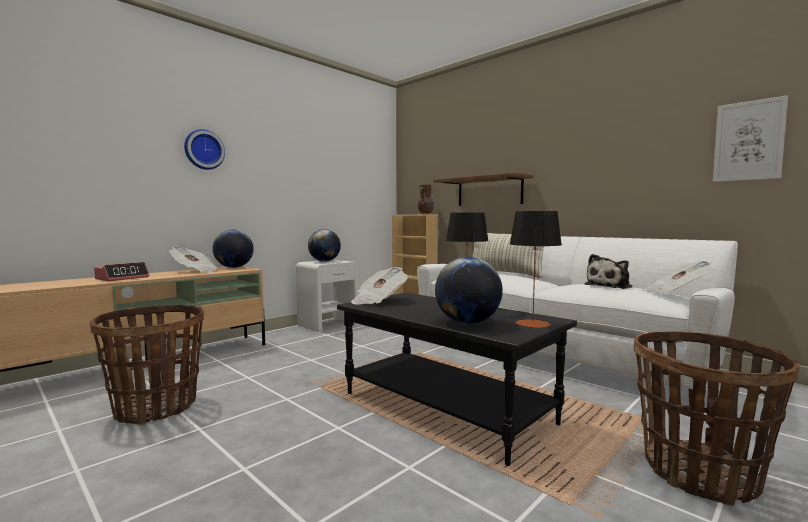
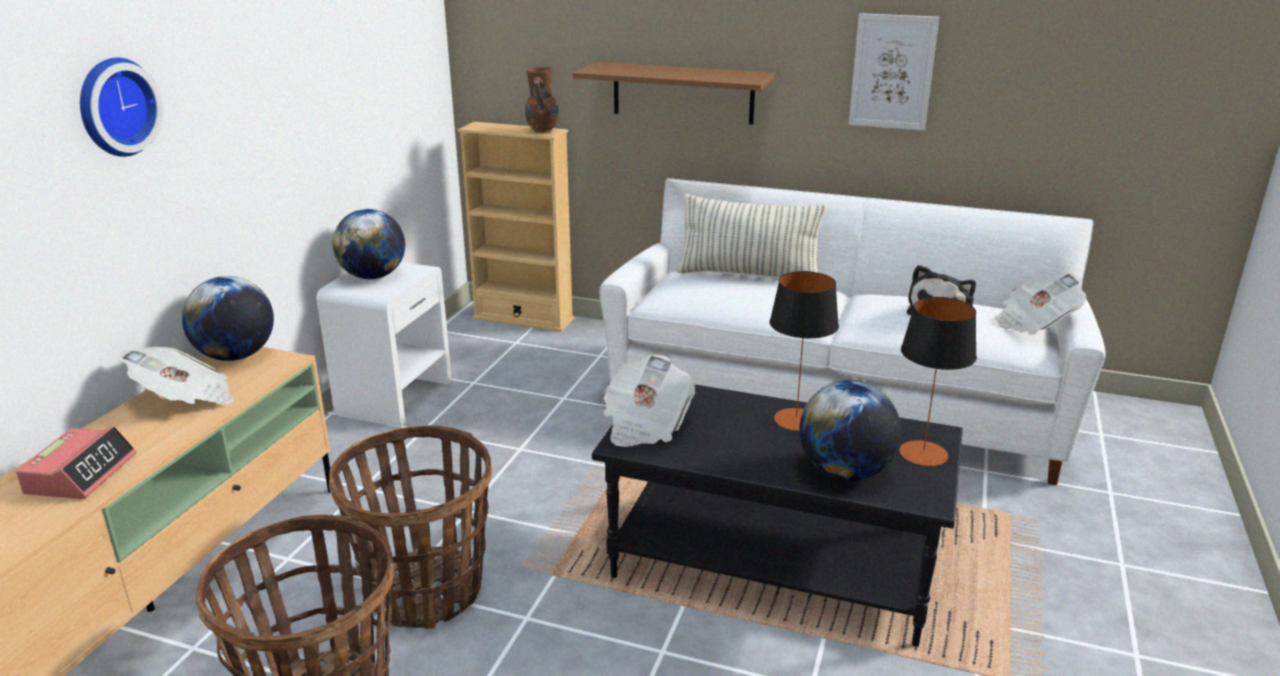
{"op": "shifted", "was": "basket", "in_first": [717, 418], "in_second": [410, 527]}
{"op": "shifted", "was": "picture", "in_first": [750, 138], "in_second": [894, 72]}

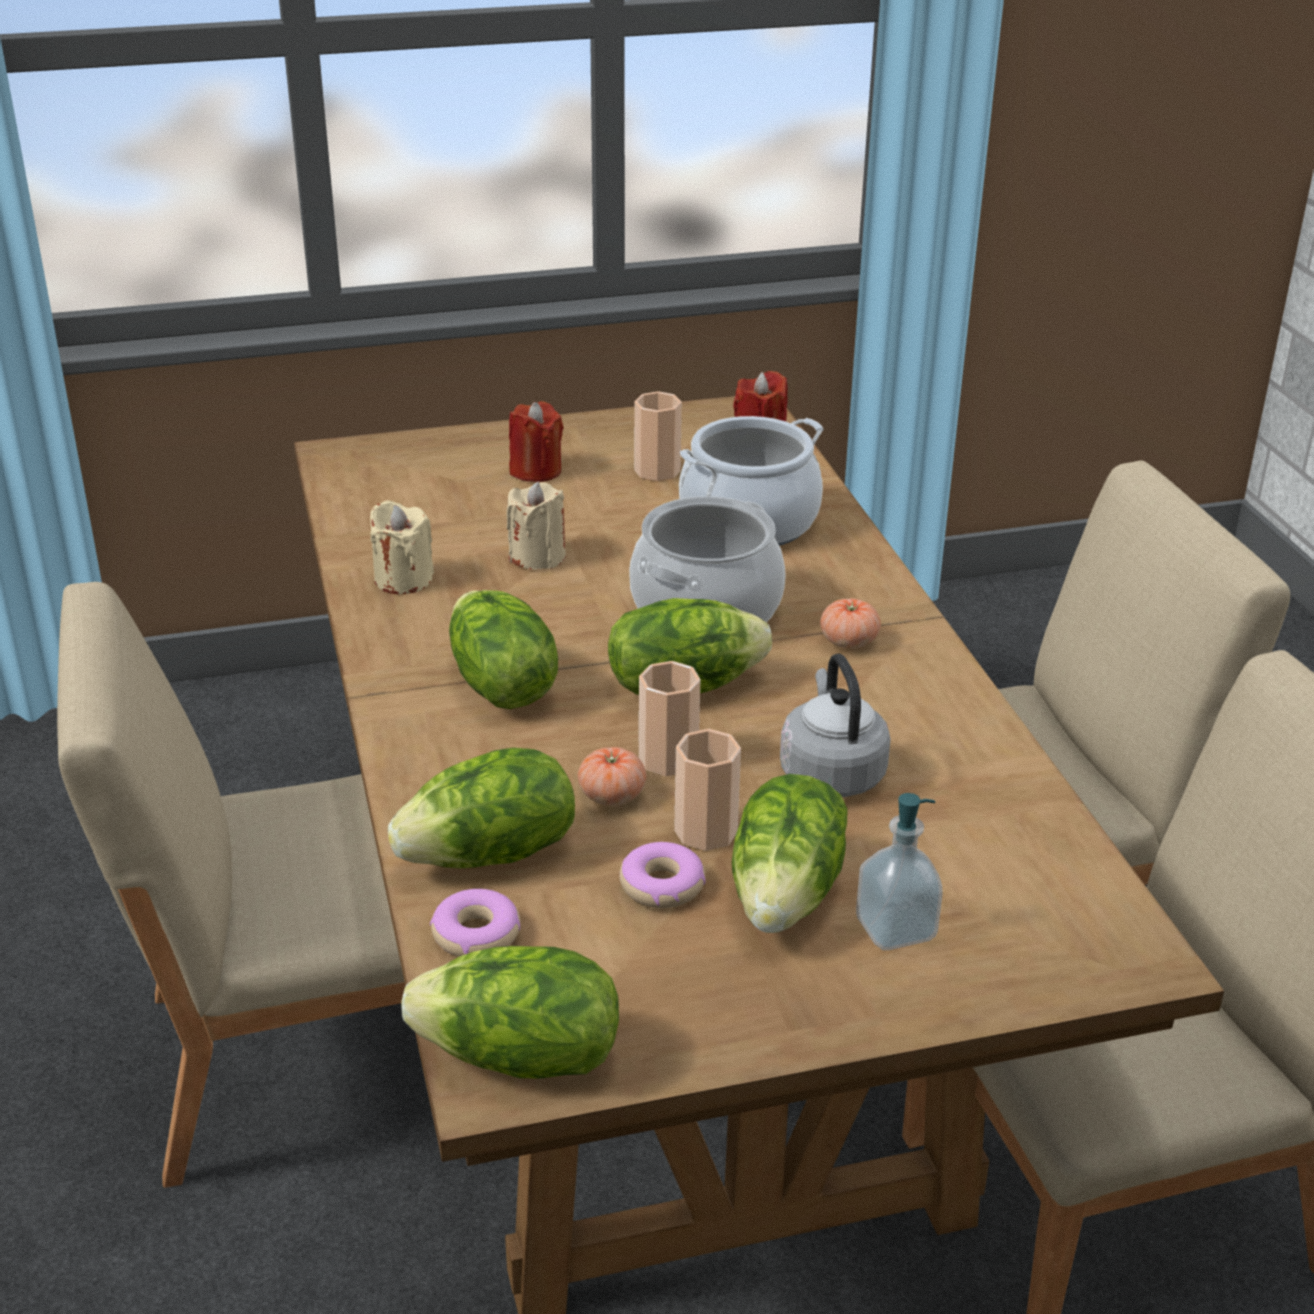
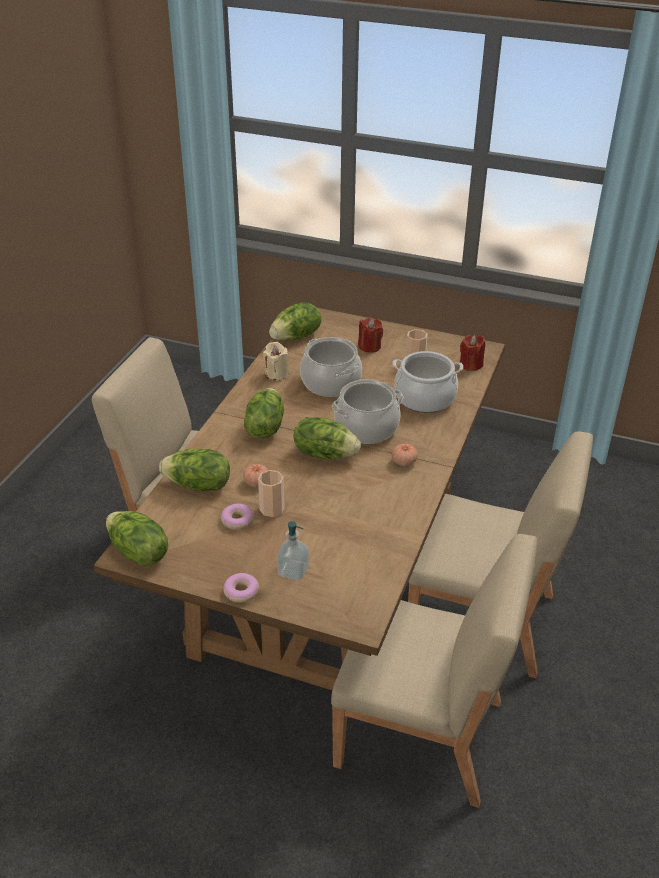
{"op": "gone", "was": "cup", "in_first": [669, 718]}
{"op": "gone", "was": "kettle (grey)", "in_first": [835, 725]}
{"op": "shifted", "was": "donut", "in_first": [475, 923], "in_second": [241, 588]}
{"op": "shifted", "was": "lettuce", "in_first": [790, 853], "in_second": [295, 321]}
{"op": "swapped", "was": "candle (beige)", "now": "cooking pot", "in_first": [536, 525], "in_second": [331, 367]}

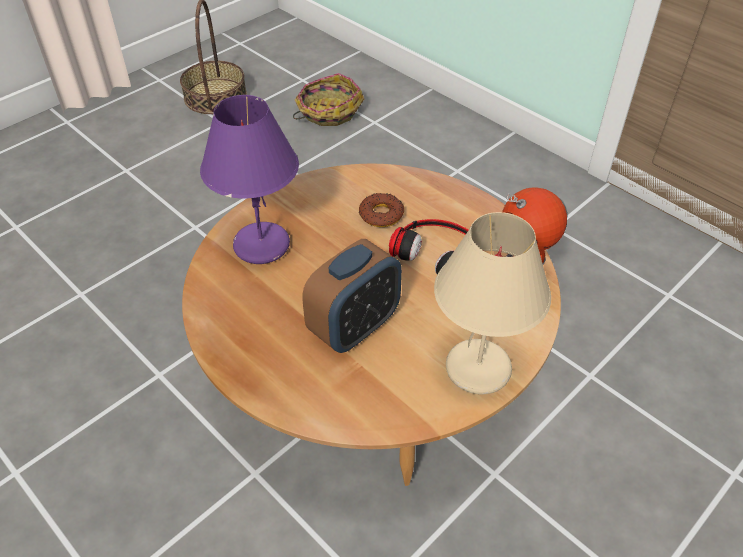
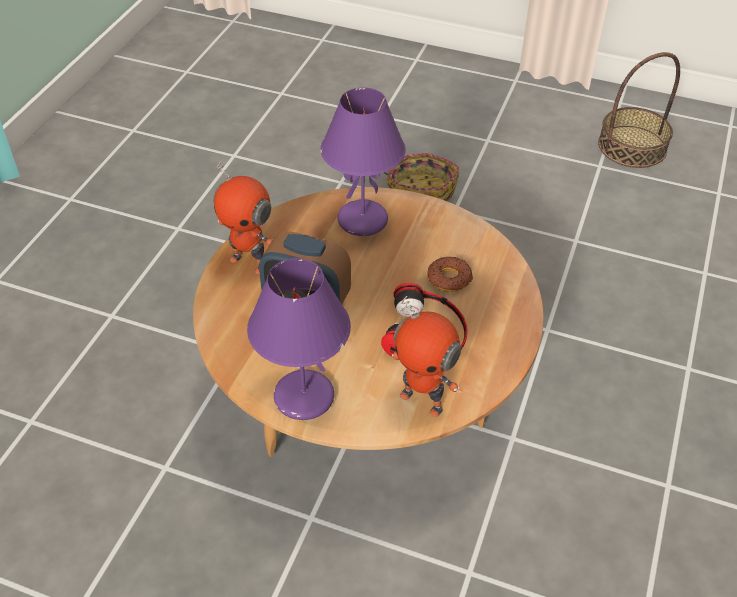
{"op": "new", "now": "toy robot", "in_second": [242, 218]}
{"op": "shifted", "was": "basket", "in_first": [328, 99], "in_second": [421, 177]}
{"op": "repainted", "was": "table lamp (beige)", "now": "table lamp (purple)", "in_first": [492, 303], "in_second": [299, 339]}

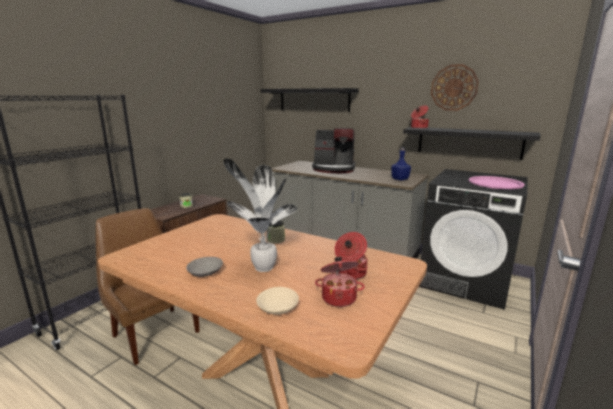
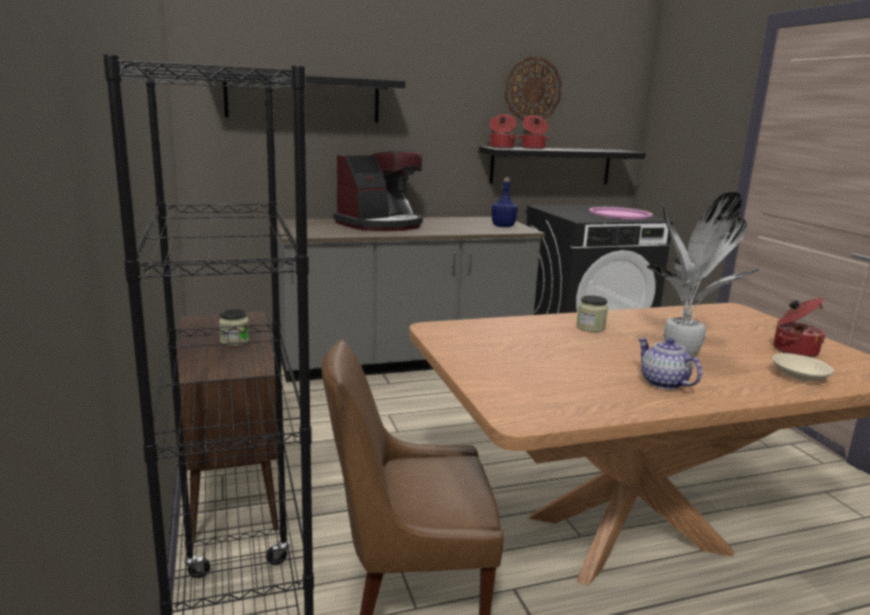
{"op": "shifted", "was": "cooking pot", "in_first": [351, 255], "in_second": [534, 132]}
{"op": "swapped", "was": "bowl (grey)", "now": "teapot", "in_first": [204, 267], "in_second": [670, 364]}

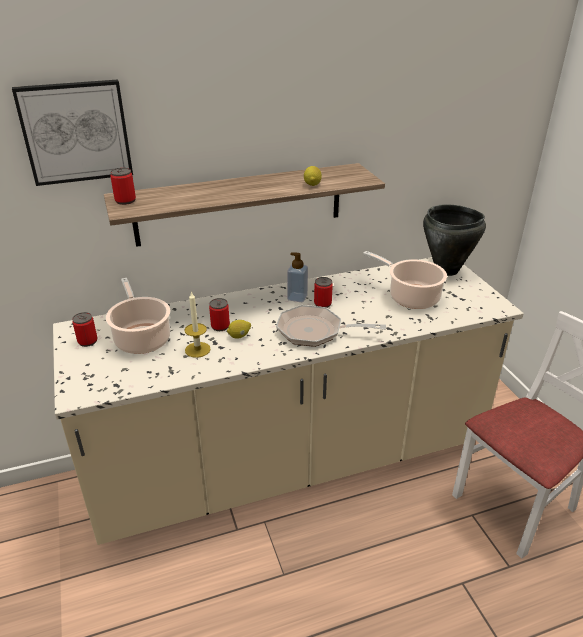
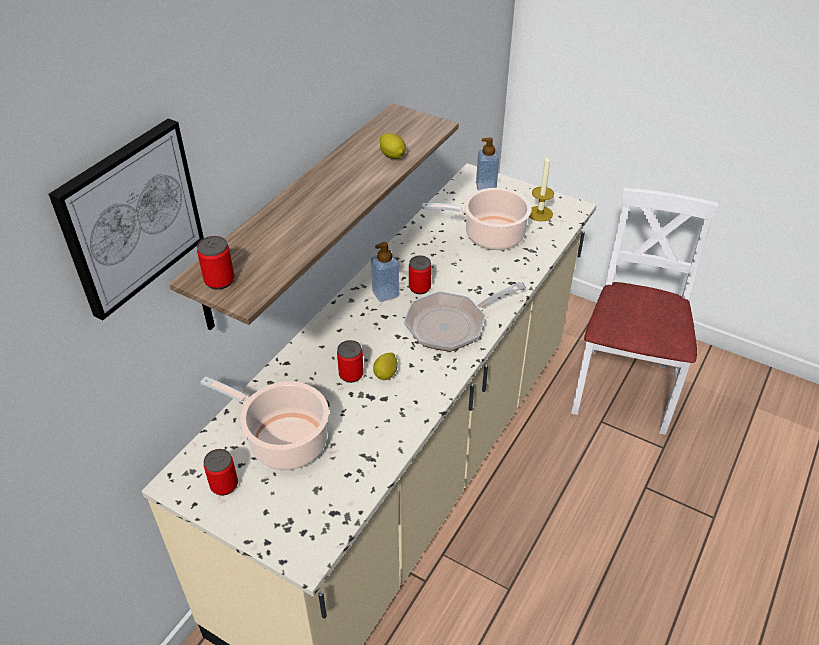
{"op": "shifted", "was": "candle", "in_first": [198, 324], "in_second": [541, 188]}
{"op": "swapped", "was": "cooking pot (black)", "now": "soap dispenser", "in_first": [454, 240], "in_second": [487, 164]}

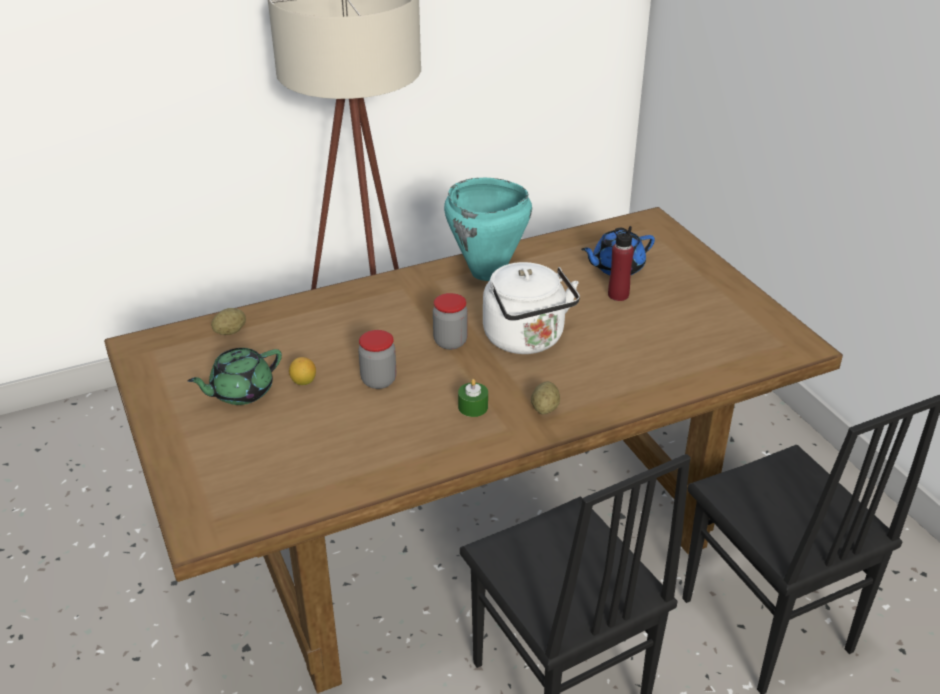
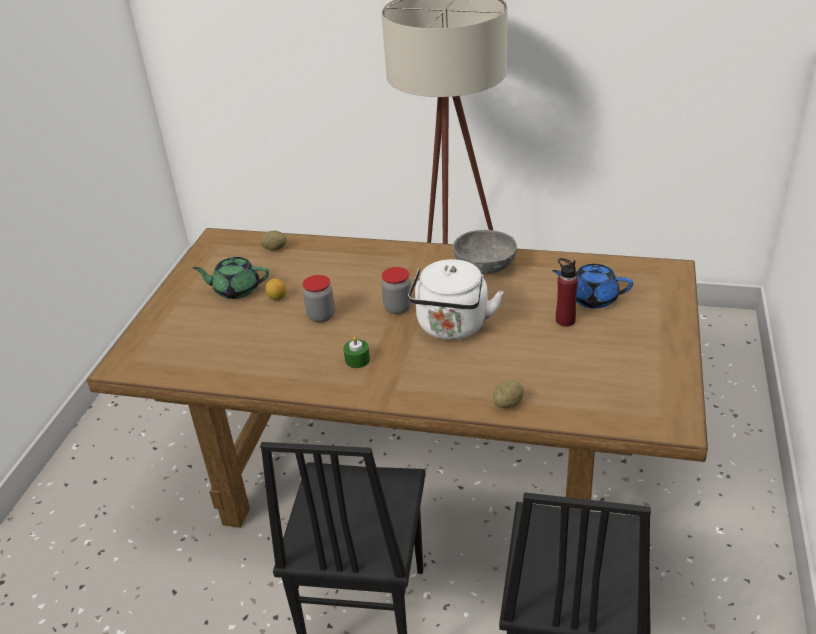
{"op": "shifted", "was": "potato", "in_first": [545, 398], "in_second": [508, 394]}
{"op": "swapped", "was": "cooking pot (turquoise)", "now": "bowl (grey)", "in_first": [488, 229], "in_second": [485, 252]}

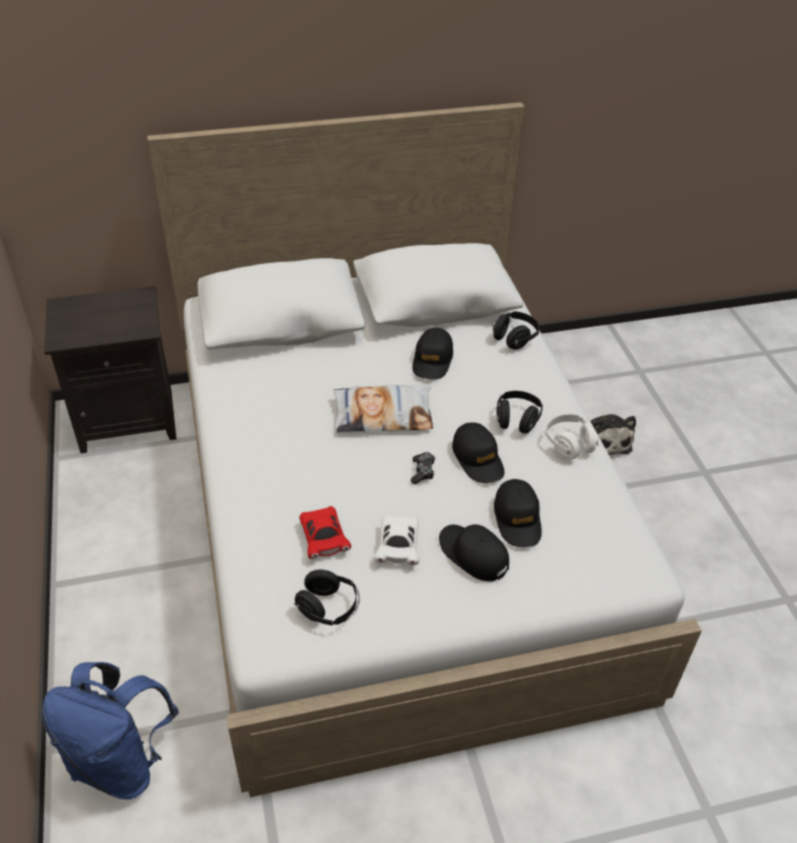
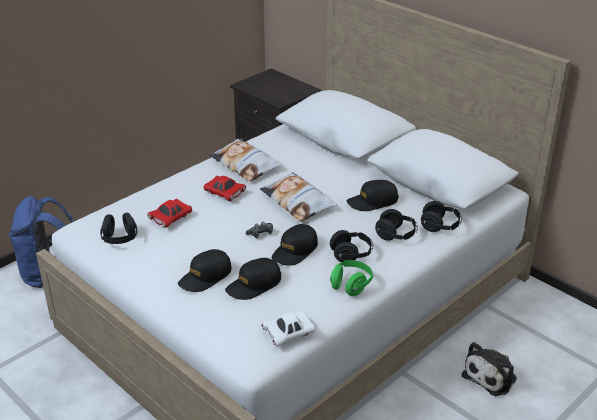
{"op": "new", "now": "toy car (red)", "in_second": [225, 188]}
{"op": "new", "now": "pillow", "in_second": [245, 160]}
{"op": "new", "now": "headphones (black)", "in_second": [396, 225]}
{"op": "shifted", "was": "toy car (white)", "in_first": [396, 540], "in_second": [288, 329]}
{"op": "repainted", "was": "headphones (white)", "now": "headphones (green)", "in_first": [571, 436], "in_second": [351, 278]}
{"op": "rotated", "was": "cap (black)", "in_first": [474, 553], "in_second": [205, 270], "clockwise": -150}

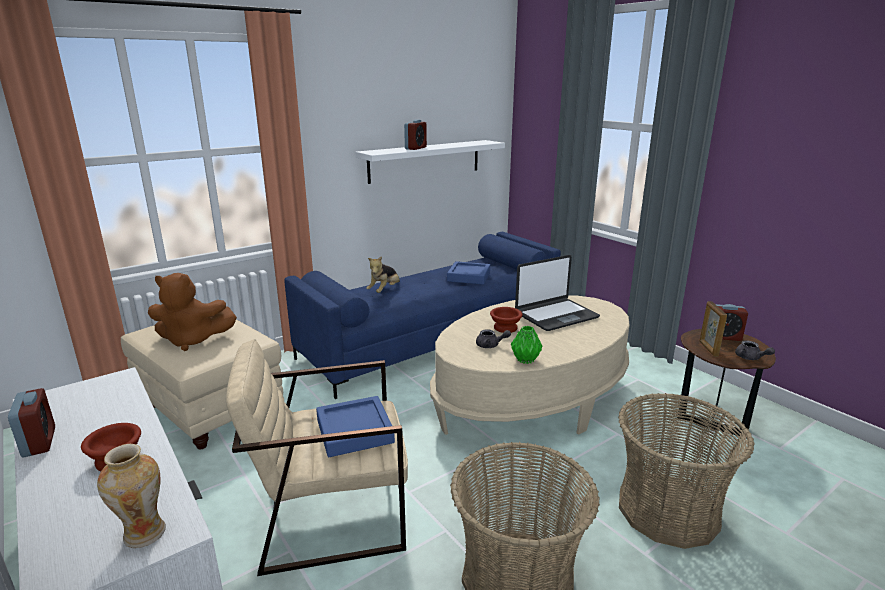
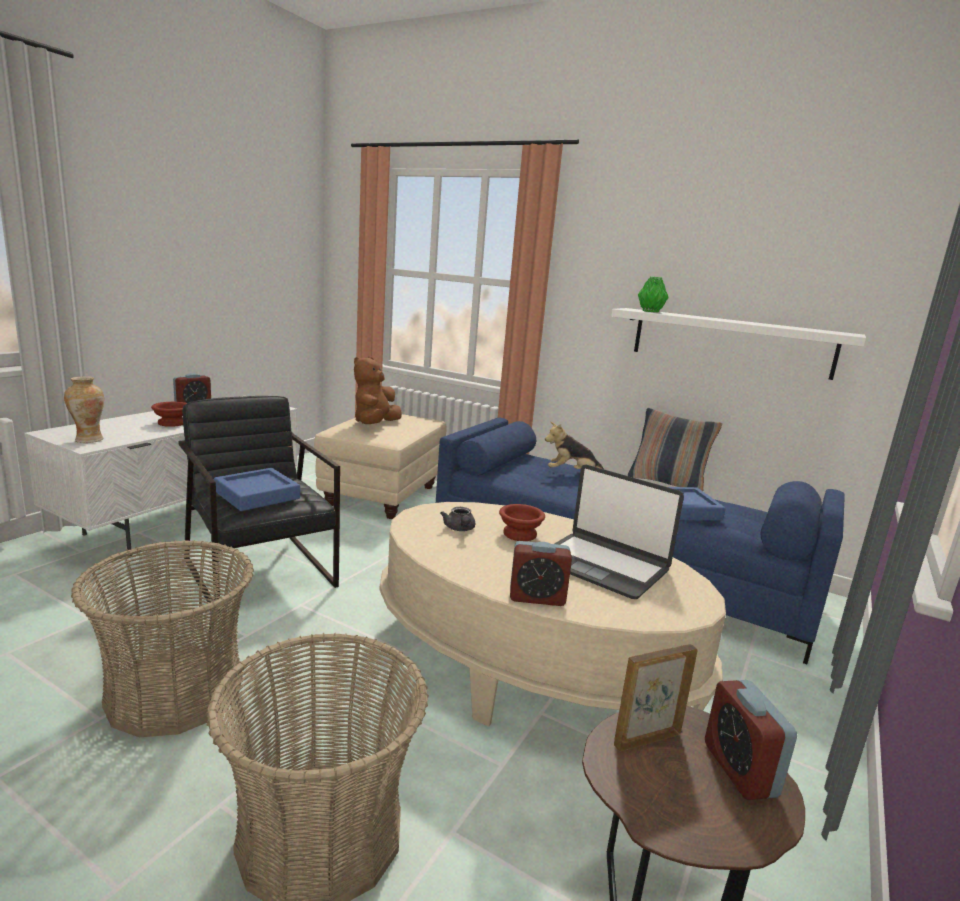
{"op": "gone", "was": "teapot (grey)", "in_first": [755, 350]}
{"op": "new", "now": "pillow", "in_second": [675, 449]}
{"op": "shifted", "was": "alarm clock", "in_first": [415, 134], "in_second": [541, 573]}
{"op": "shifted", "was": "vase (green)", "in_first": [527, 345], "in_second": [653, 294]}
{"op": "repainted", "was": "armchair (beige)", "now": "armchair (black)", "in_first": [317, 457], "in_second": [259, 506]}
{"op": "rotated", "was": "plush toy (brown)", "in_first": [192, 312], "in_second": [378, 390], "clockwise": 45}

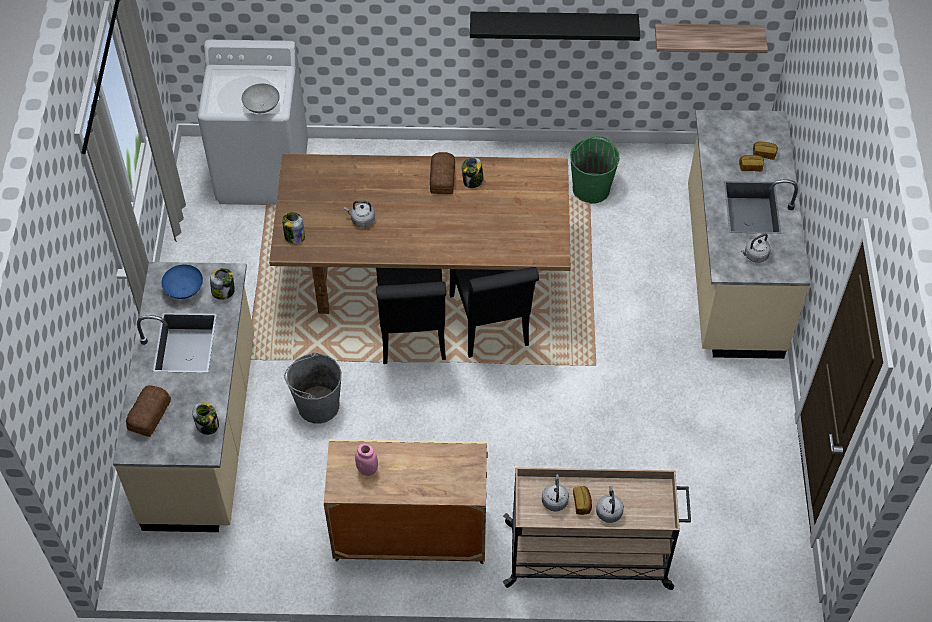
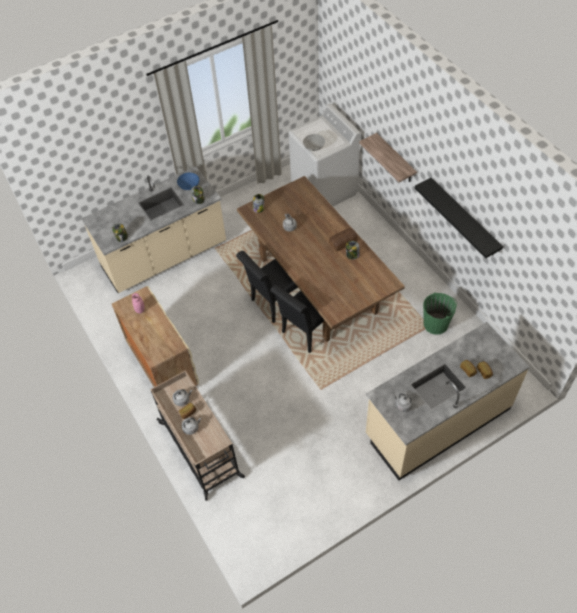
{"op": "gone", "was": "bread", "in_first": [148, 411]}
{"op": "gone", "was": "bucket (grey)", "in_first": [313, 388]}
{"op": "shifted", "was": "shelf", "in_first": [711, 38], "in_second": [388, 157]}

